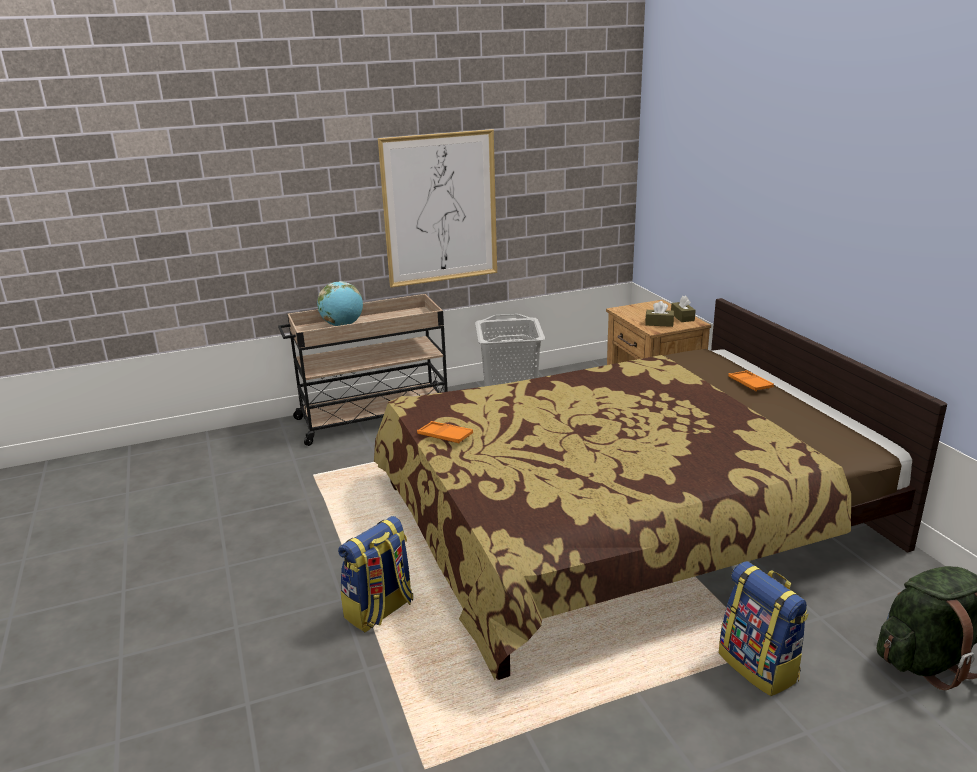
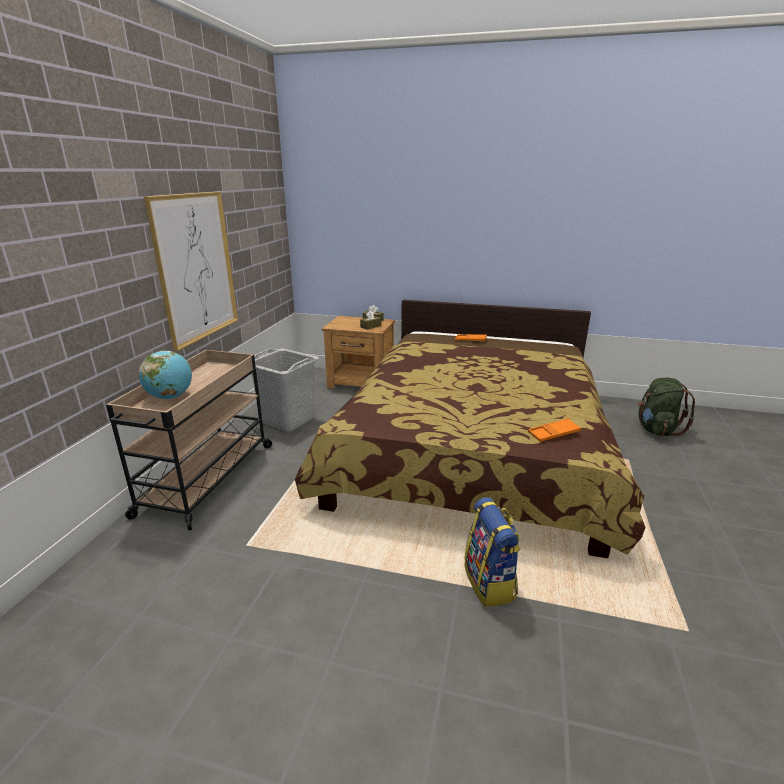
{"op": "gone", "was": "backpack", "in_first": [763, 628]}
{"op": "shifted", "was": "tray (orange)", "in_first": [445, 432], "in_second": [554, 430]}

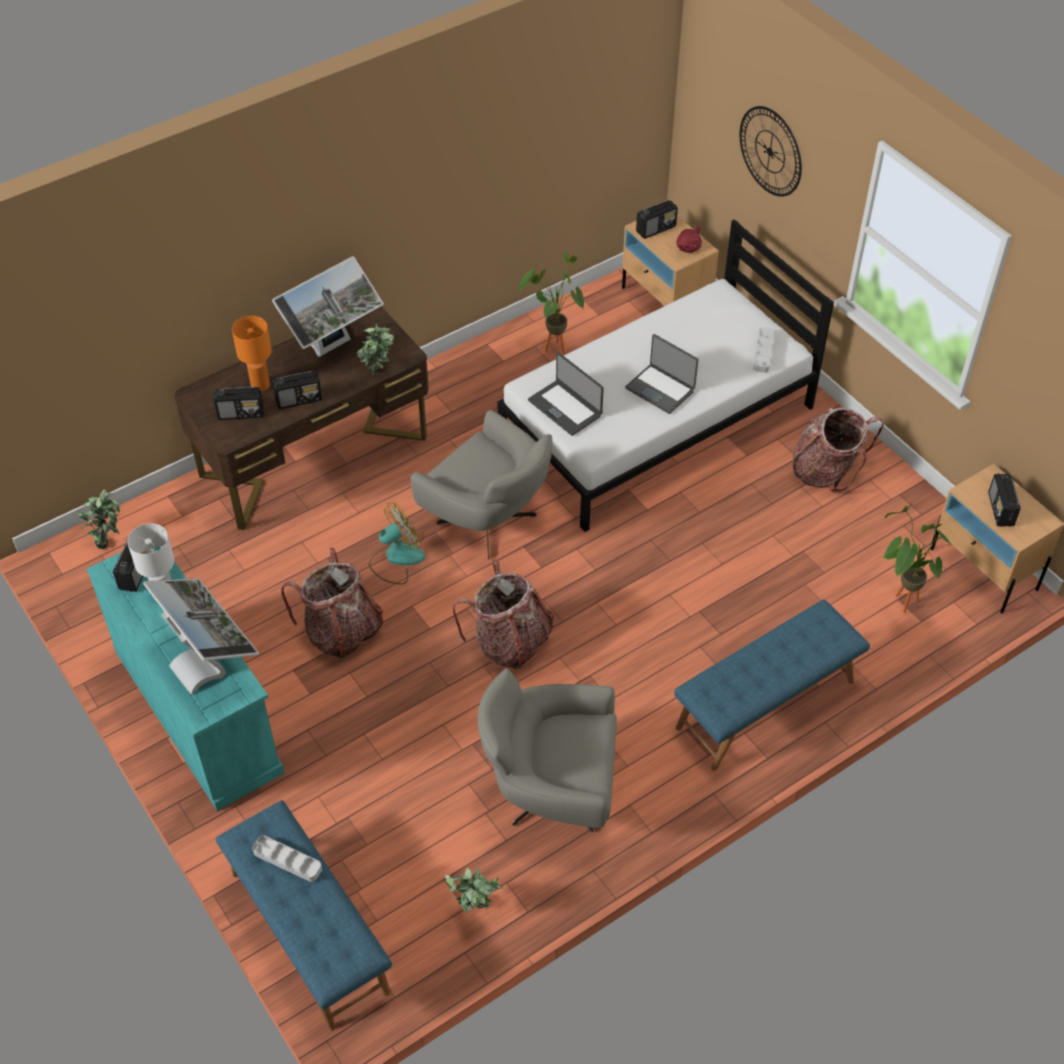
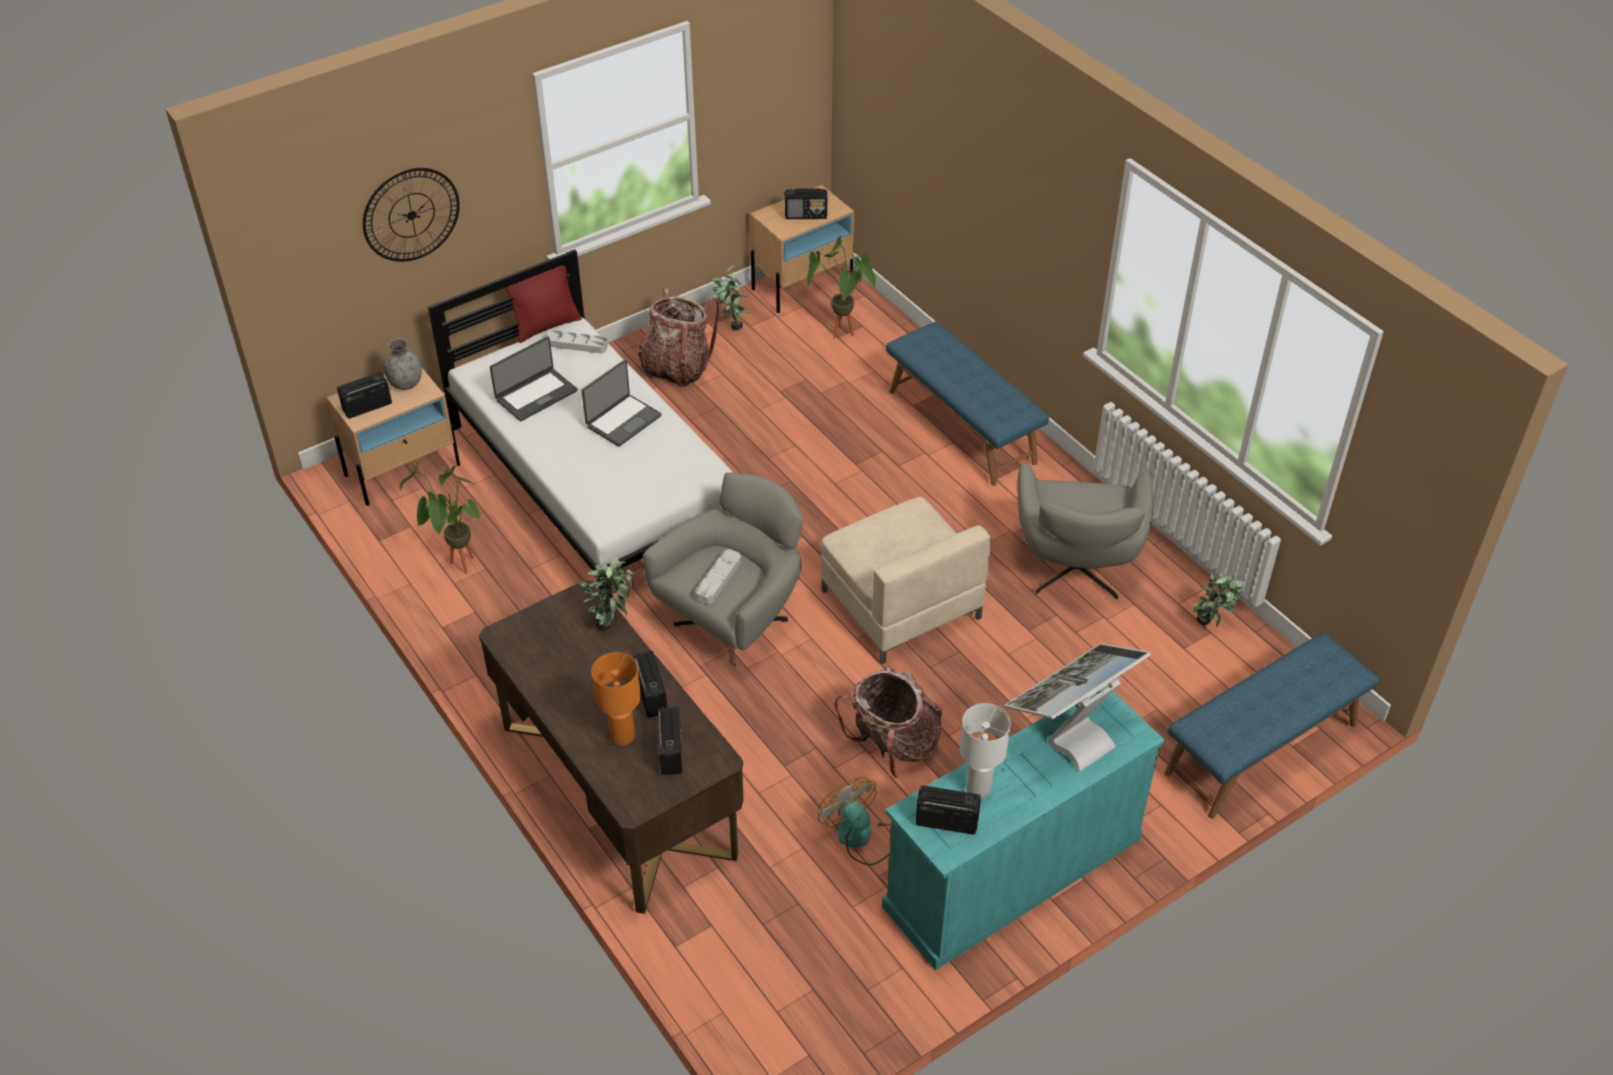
{"op": "gone", "was": "monitor", "in_first": [328, 306]}
{"op": "new", "now": "pillow (red)", "in_second": [543, 304]}
{"op": "shifted", "was": "potted plant", "in_first": [98, 519], "in_second": [731, 298]}
{"op": "shifted", "was": "tray (grey)", "in_first": [287, 858], "in_second": [718, 576]}
{"op": "shifted", "was": "fan", "in_first": [397, 543], "in_second": [854, 821]}
{"op": "shifted", "was": "laptop", "in_first": [566, 394], "in_second": [534, 378]}
{"op": "swapped", "was": "backpack", "now": "armchair (beige)", "in_first": [503, 614], "in_second": [906, 580]}
{"op": "swapped", "was": "teapot (red)", "now": "vase (grey)", "in_first": [689, 240], "in_second": [403, 364]}
{"op": "rotated", "was": "radio", "in_first": [657, 219], "in_second": [364, 395], "clockwise": -90}

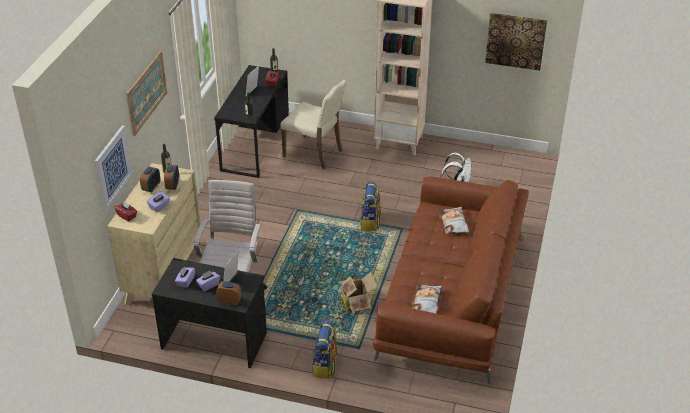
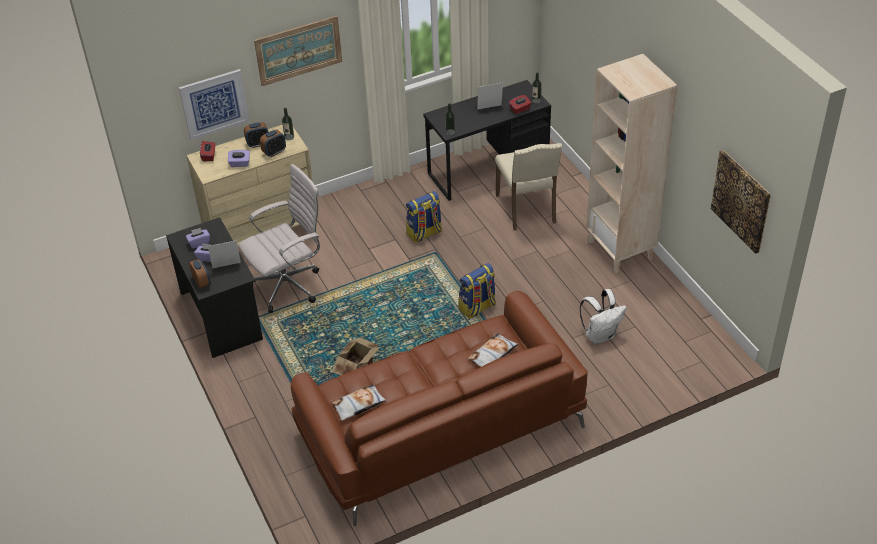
{"op": "shifted", "was": "backpack", "in_first": [325, 350], "in_second": [424, 217]}

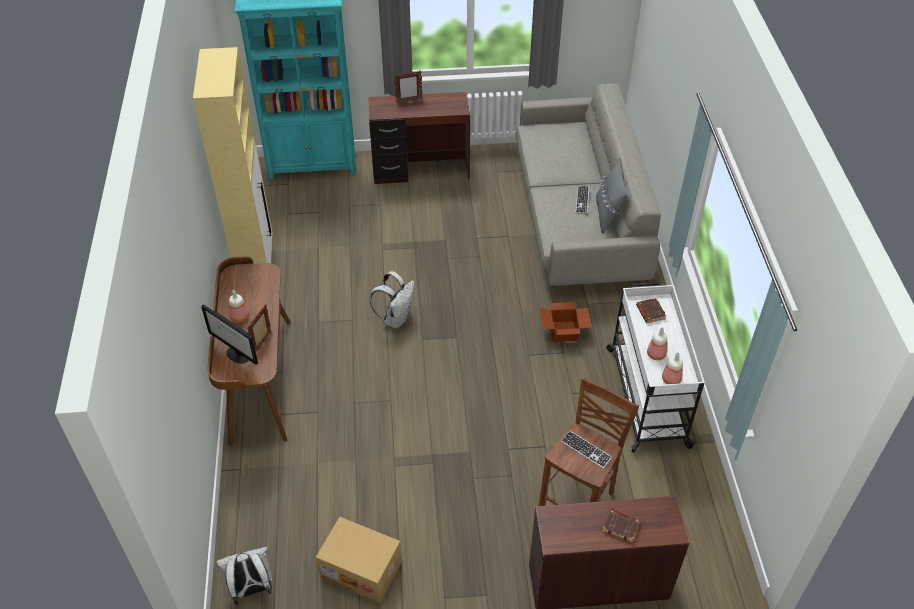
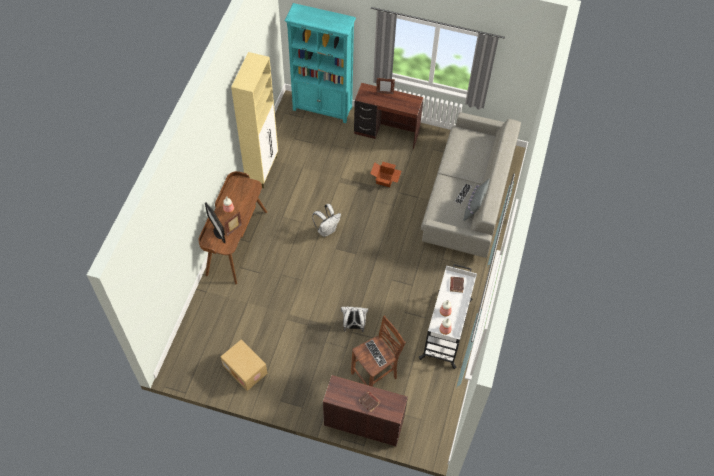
{"op": "shifted", "was": "backpack (white)", "in_first": [244, 576], "in_second": [354, 319]}
{"op": "shifted", "was": "cardboard box", "in_first": [566, 322], "in_second": [385, 174]}

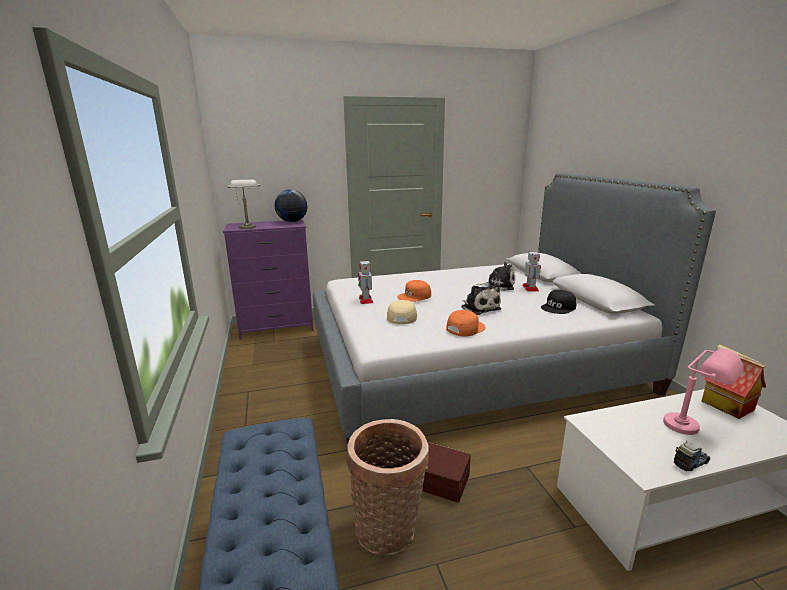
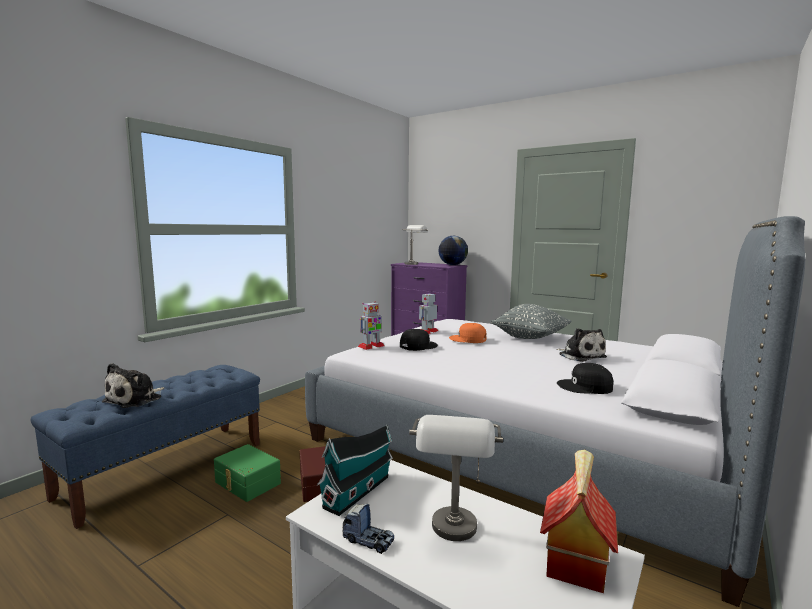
{"op": "gone", "was": "cap (orange)", "in_first": [465, 323]}
{"op": "new", "now": "toy house", "in_second": [355, 470]}
{"op": "new", "now": "pillow (grey)", "in_second": [531, 321]}
{"op": "shifted", "was": "plush toy", "in_first": [481, 299], "in_second": [133, 385]}
{"op": "shifted", "was": "toy robot", "in_first": [531, 271], "in_second": [371, 325]}
{"op": "swapped", "was": "basket", "now": "storage box (green)", "in_first": [388, 487], "in_second": [247, 473]}
{"op": "repainted", "was": "cap (beige)", "now": "cap (black)", "in_first": [402, 312], "in_second": [419, 340]}
{"op": "repainted", "was": "table lamp (pink)", "now": "table lamp (grey)", "in_first": [703, 391], "in_second": [456, 478]}

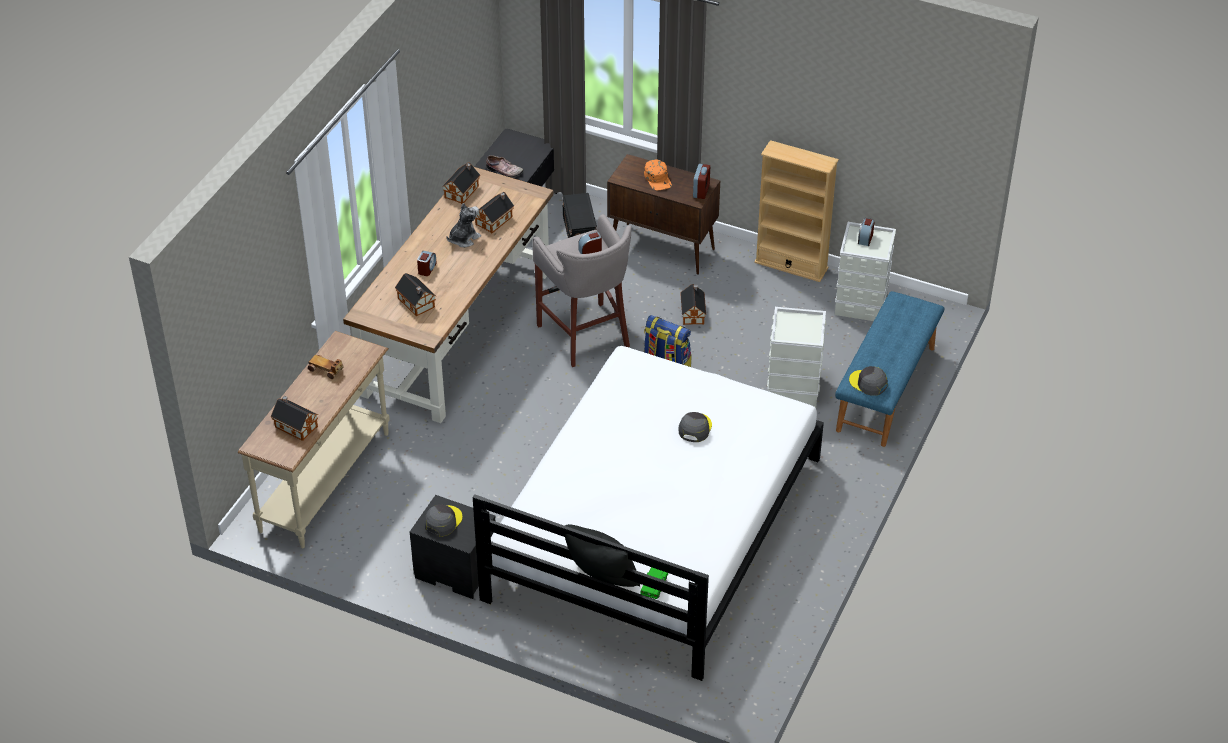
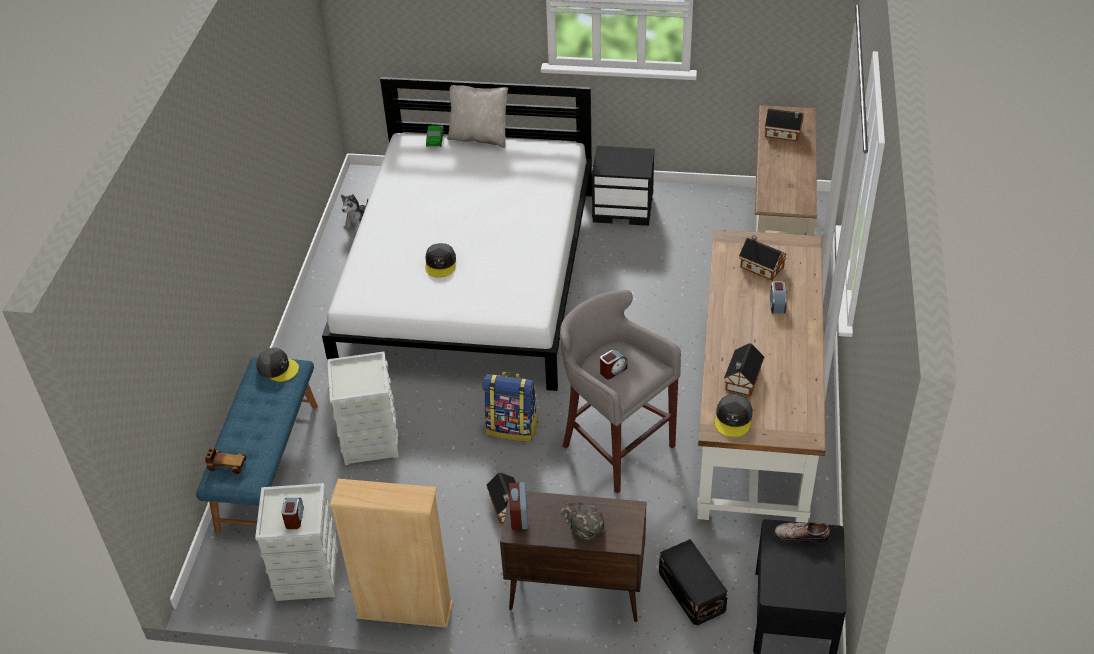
{"op": "gone", "was": "toy house", "in_first": [461, 183]}
{"op": "shifted", "was": "toy car", "in_first": [326, 367], "in_second": [226, 460]}
{"op": "shifted", "was": "cap (grey)", "in_first": [443, 520], "in_second": [734, 415]}
{"op": "shifted", "was": "plush toy", "in_first": [464, 225], "in_second": [354, 213]}
{"op": "repainted", "was": "pillow (black)", "now": "pillow (beige)", "in_first": [602, 555], "in_second": [477, 116]}
{"op": "repainted", "was": "cap (orange)", "now": "cap (green)", "in_first": [658, 175], "in_second": [582, 520]}

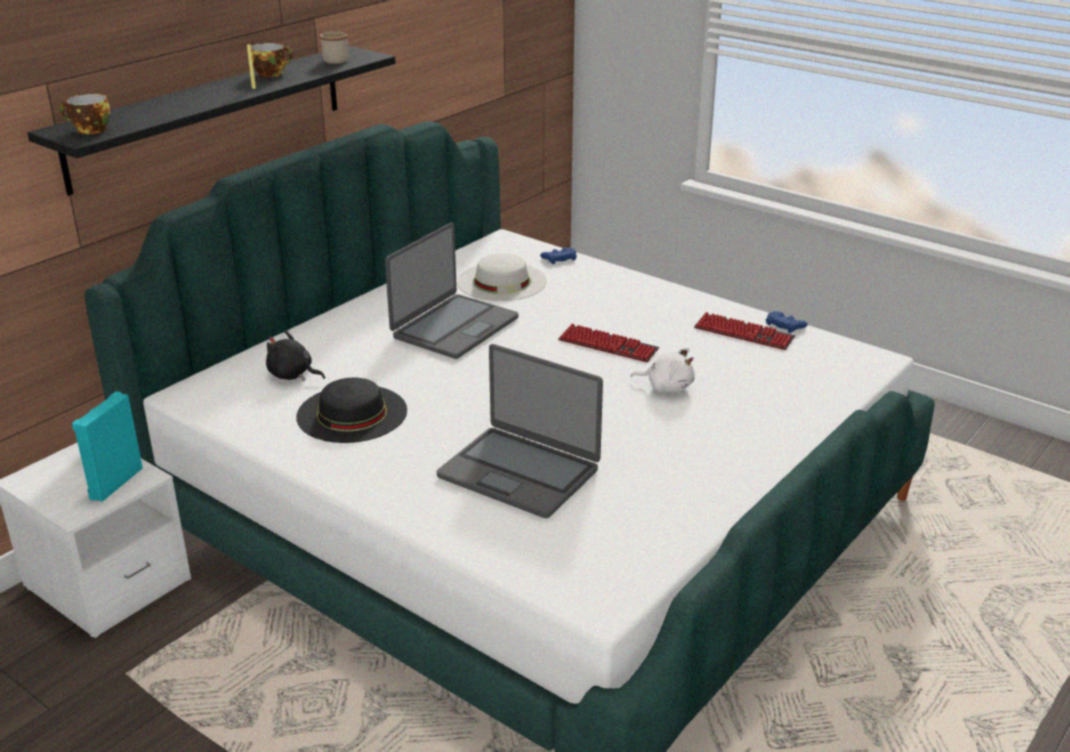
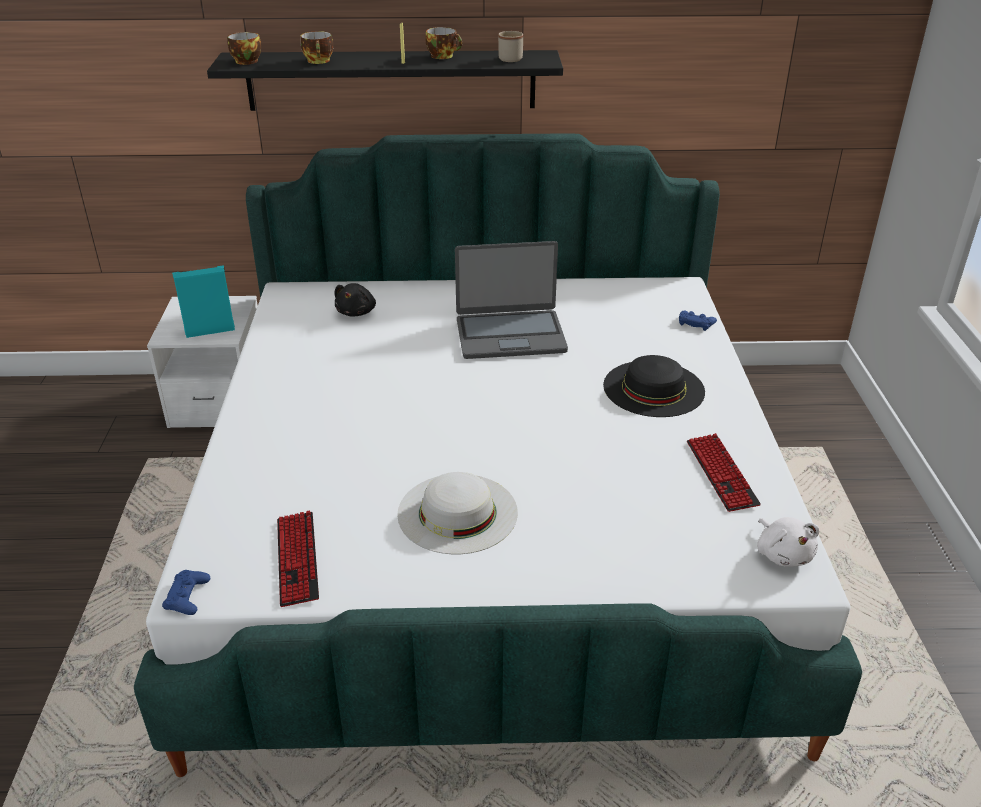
{"op": "gone", "was": "laptop", "in_first": [520, 431]}
{"op": "new", "now": "cup", "in_second": [316, 47]}
{"op": "shifted", "was": "hat (black)", "in_first": [351, 410], "in_second": [654, 386]}
{"op": "shifted", "was": "hat (white)", "in_first": [502, 277], "in_second": [457, 513]}
{"op": "shifted", "was": "keyboard", "in_first": [608, 343], "in_second": [298, 558]}
{"op": "shifted", "was": "plush toy (white)", "in_first": [662, 370], "in_second": [788, 542]}
{"op": "shifted", "was": "game controller (blue)", "in_first": [787, 322], "in_second": [186, 592]}
{"op": "rotated", "was": "plush toy (black)", "in_first": [295, 355], "in_second": [355, 300], "clockwise": -150}

